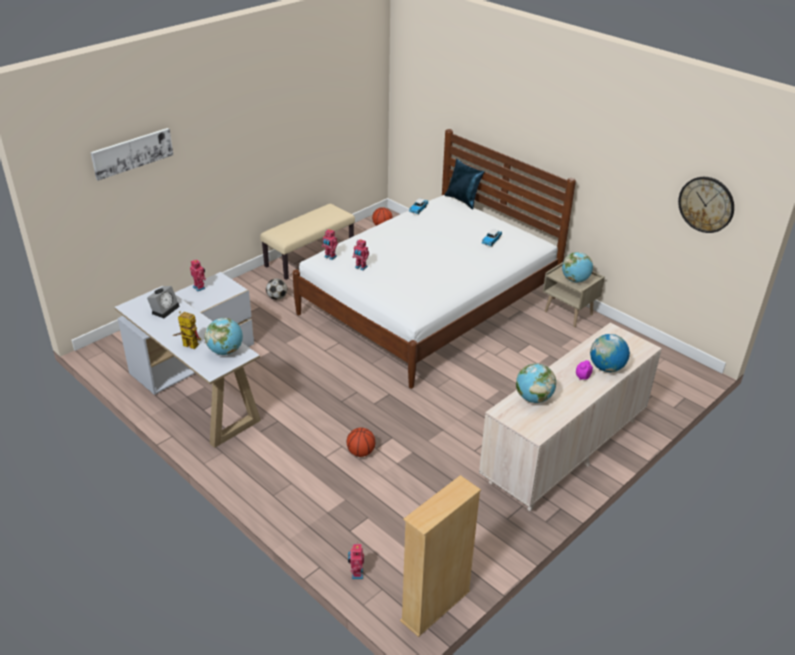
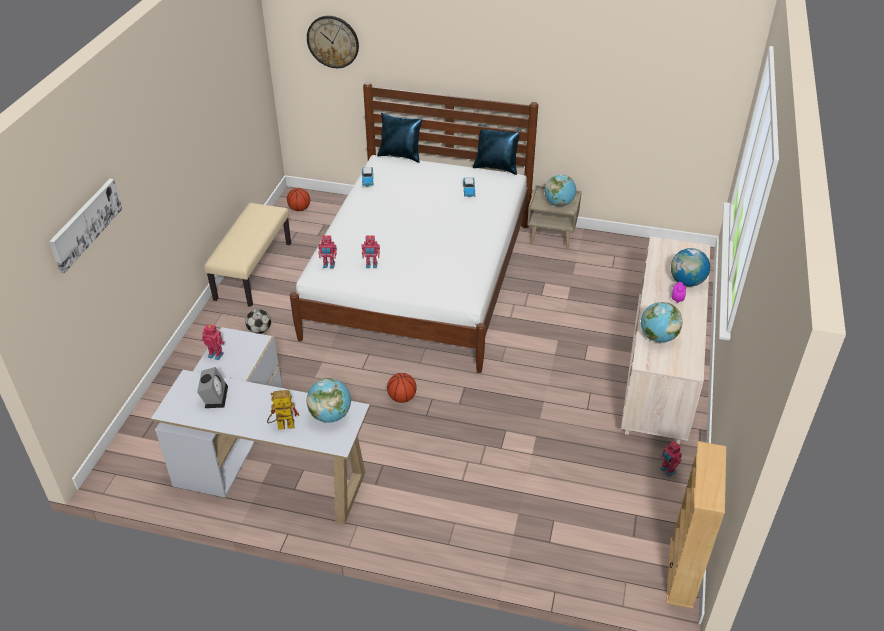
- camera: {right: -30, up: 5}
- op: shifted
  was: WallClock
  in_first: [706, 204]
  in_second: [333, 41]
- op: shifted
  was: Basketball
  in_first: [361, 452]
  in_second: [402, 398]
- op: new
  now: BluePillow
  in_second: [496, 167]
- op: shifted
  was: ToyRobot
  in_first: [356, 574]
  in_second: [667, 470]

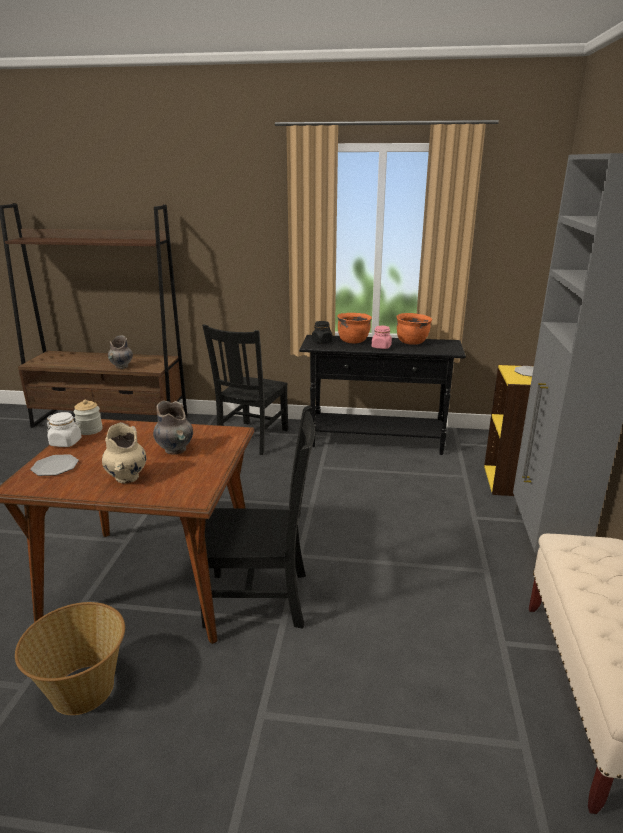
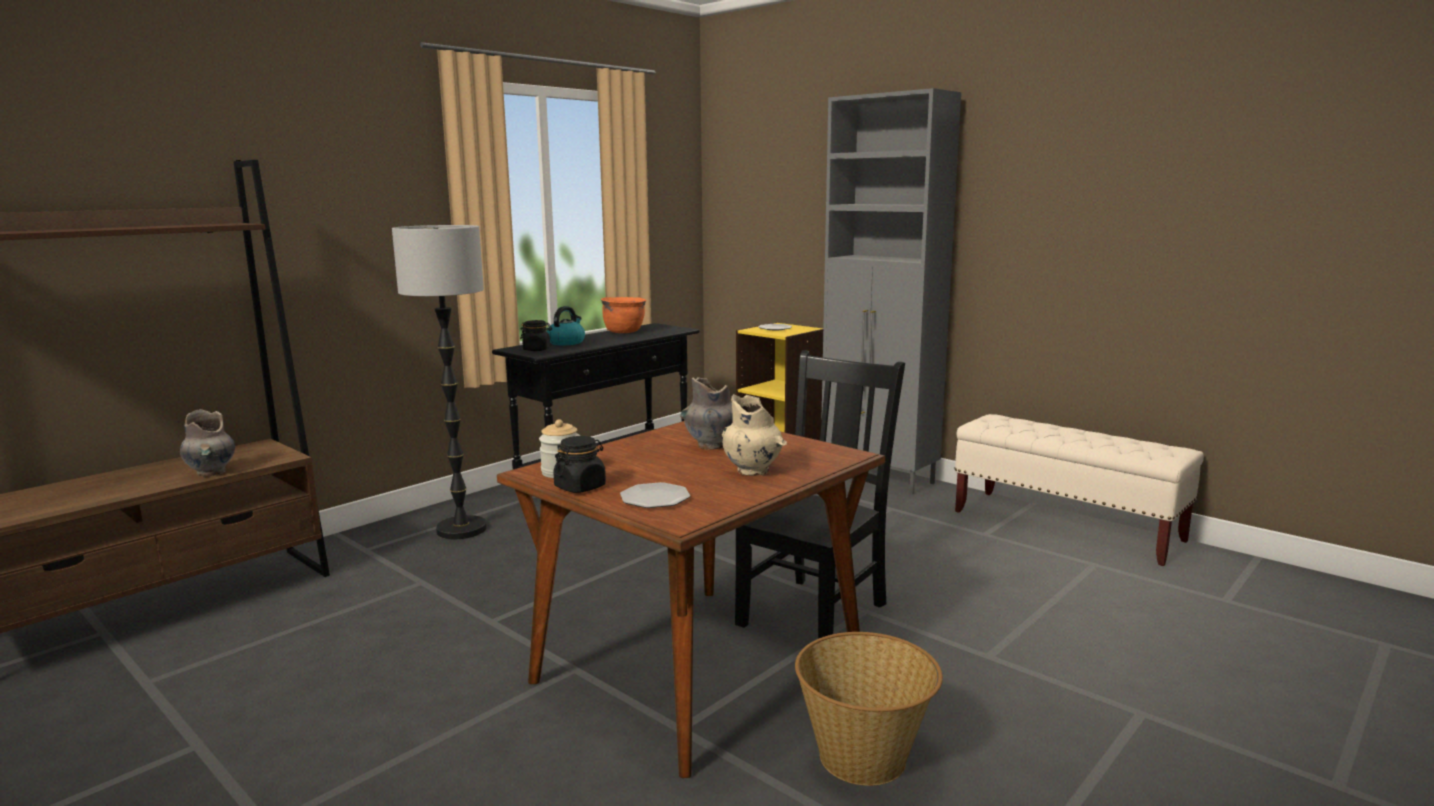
- camera: {right: -55, up: -10}
- op: swapped
  was: BlackChair
  now: FloorLamp
  in_first: [252, 439]
  in_second: [461, 530]
- op: swapped
  was: OrangeCookingPot
  now: Kettle
  in_first: [353, 341]
  in_second: [566, 342]
- op: repainted
  was: WhiteJar
  now: BlackJar
  in_first: [66, 442]
  in_second: [580, 487]
- op: gone
  was: PinkJar
  in_first: [381, 347]

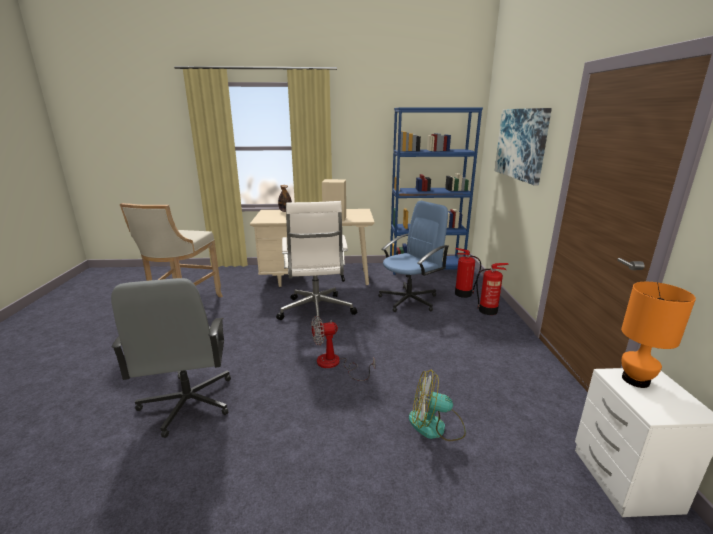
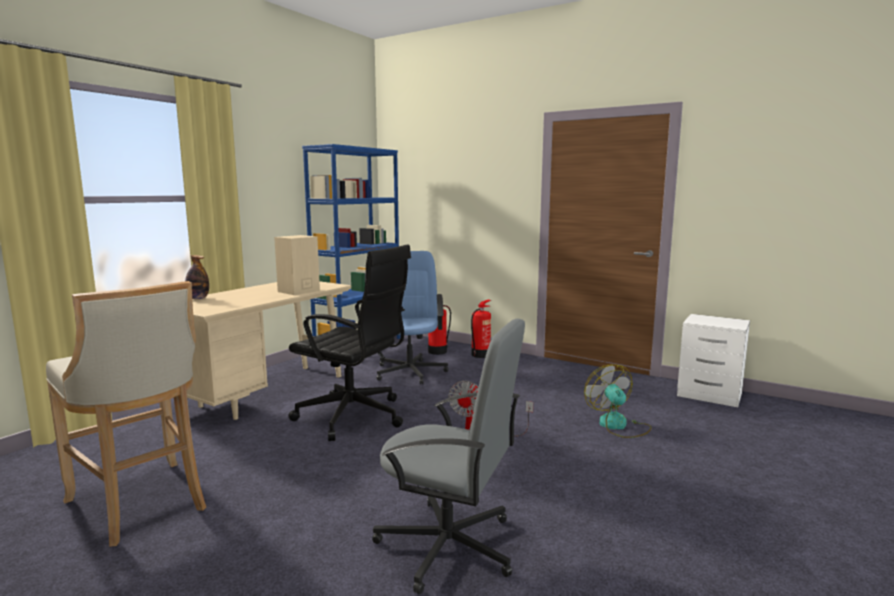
- camera: {right: -55, up: -10}
- op: repainted
  was: WhiteOfficeChair
  now: BlackOfficeChair
  in_first: [316, 312]
  in_second: [354, 417]
- op: rotated
  was: Fan
  in_first: [436, 426]
  in_second: [618, 425]
  clockwise: 120
- op: gone
  was: Picture
  in_first: [521, 144]
- op: gone
  was: OrangeTableLamp
  in_first: [635, 380]

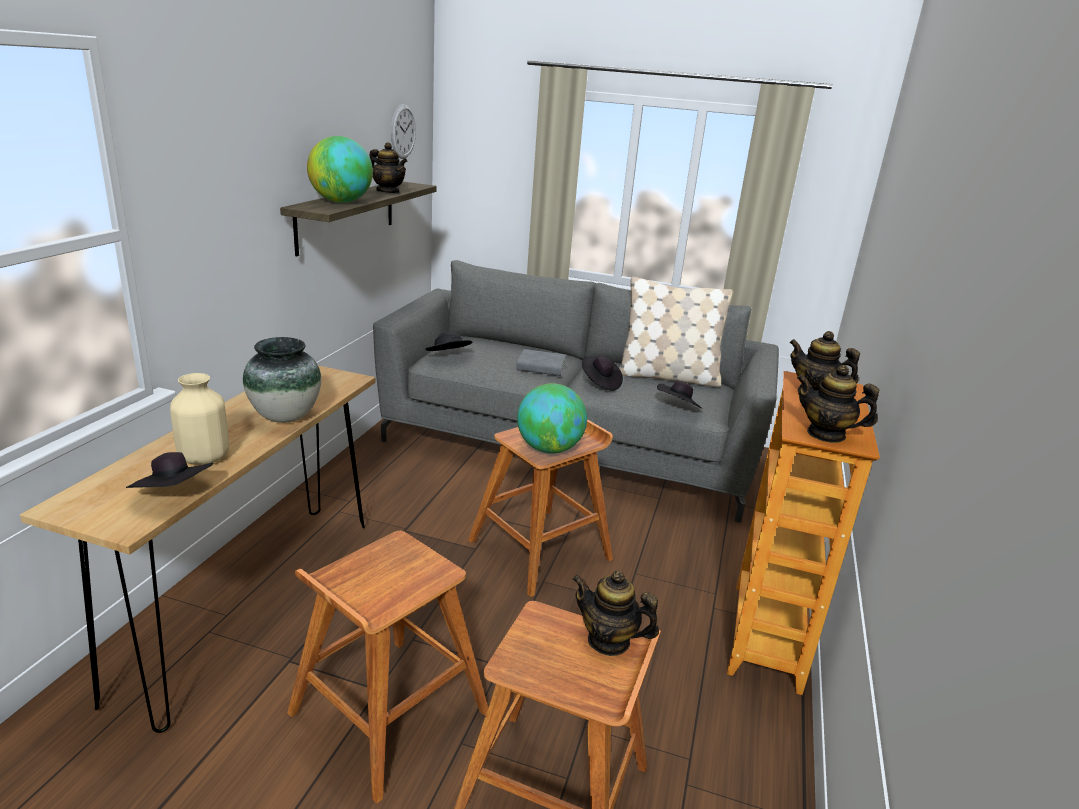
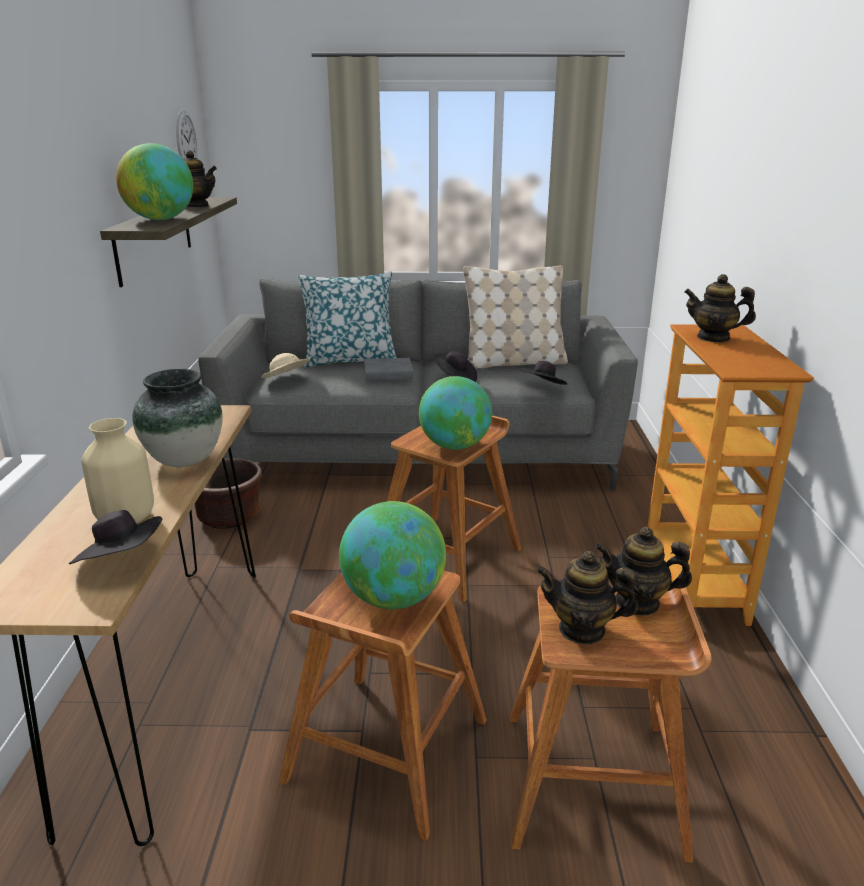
- camera: {right: -15, up: 0}
- op: new
  now: BrownPlanter
  in_second: [229, 516]
- op: repainted
  was: BlackHat
  now: BeigeHat
  in_first: [448, 357]
  in_second: [286, 380]
- op: new
  now: Pillow
  in_second: [350, 360]
- op: new
  now: Globe
  in_second: [393, 598]
- op: shifted
  was: Teapot
  in_first: [826, 434]
  in_second: [582, 629]

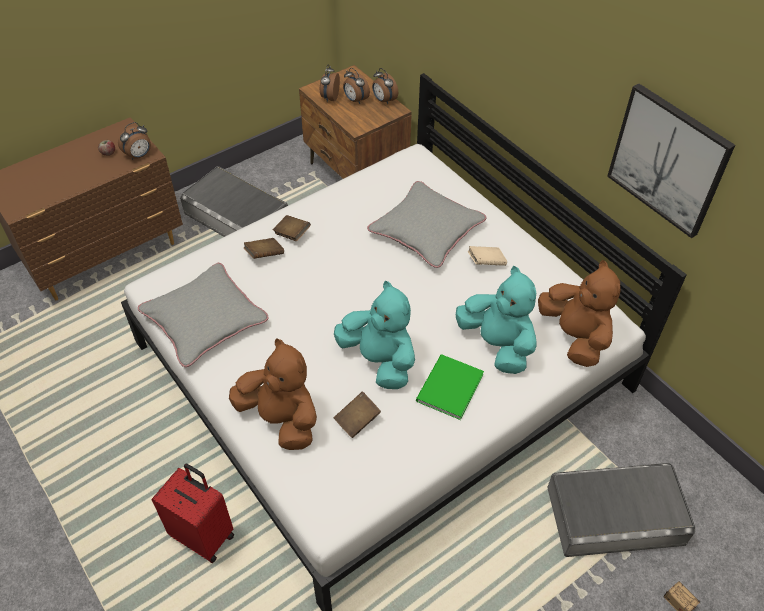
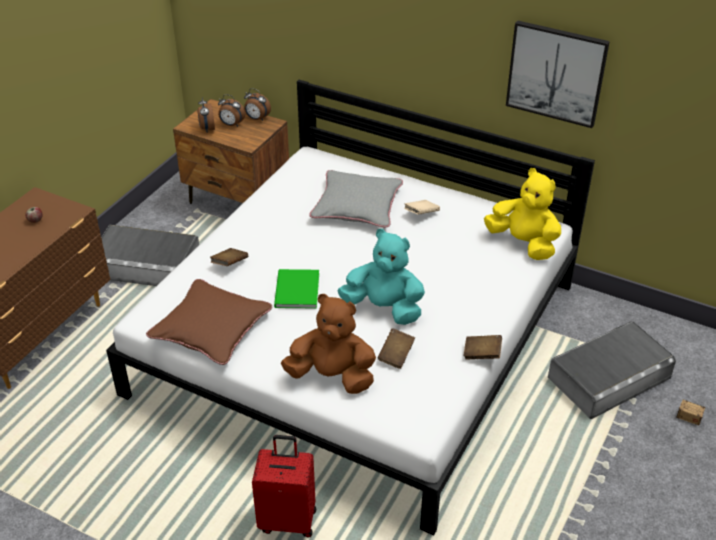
- camera: {right: -25, up: -10}
- op: repainted
  was: GreyPillow
  now: BrownPillow
  in_first: [205, 320]
  in_second: [211, 328]
- op: shifted
  was: GreenBook
  in_first: [447, 388]
  in_second: [295, 291]
- op: shifted
  was: BrownBook
  in_first: [292, 234]
  in_second: [482, 354]
- op: repainted
  was: BrownPlushToy
  now: YellowPlushToy
  in_first: [574, 336]
  in_second: [523, 243]
- op: gone
  was: AlarmClock
  in_first: [139, 156]
- op: gone
  was: TurquoisePlushToy
  in_first: [497, 344]

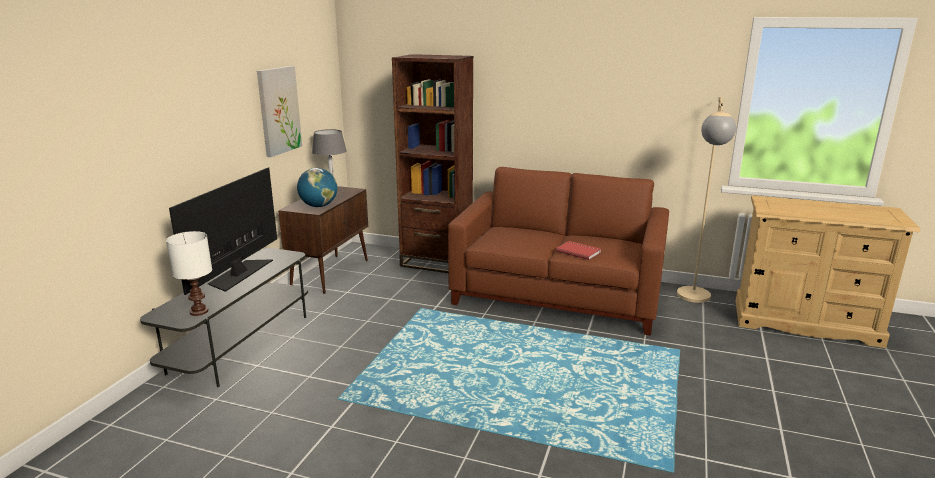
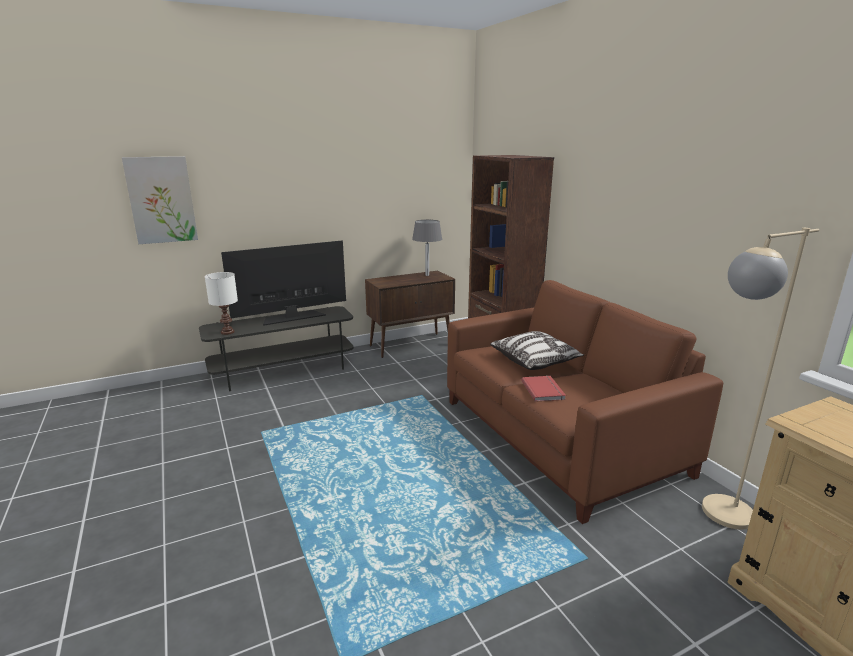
- camera: {right: 45, up: 0}
- op: shifted
  was: Picture
  in_first: [278, 110]
  in_second: [161, 200]
- op: new
  now: Pillow
  in_second: [535, 361]
- op: gone
  was: Globe
  in_first: [318, 206]

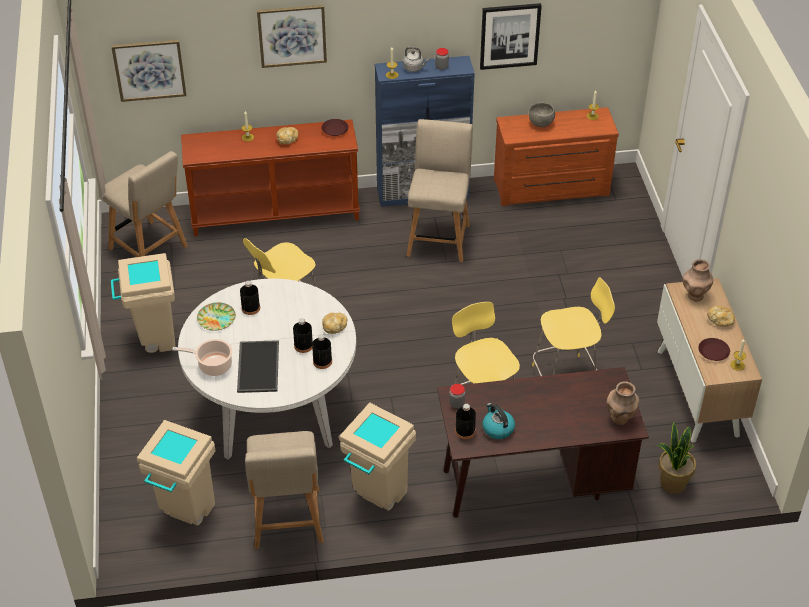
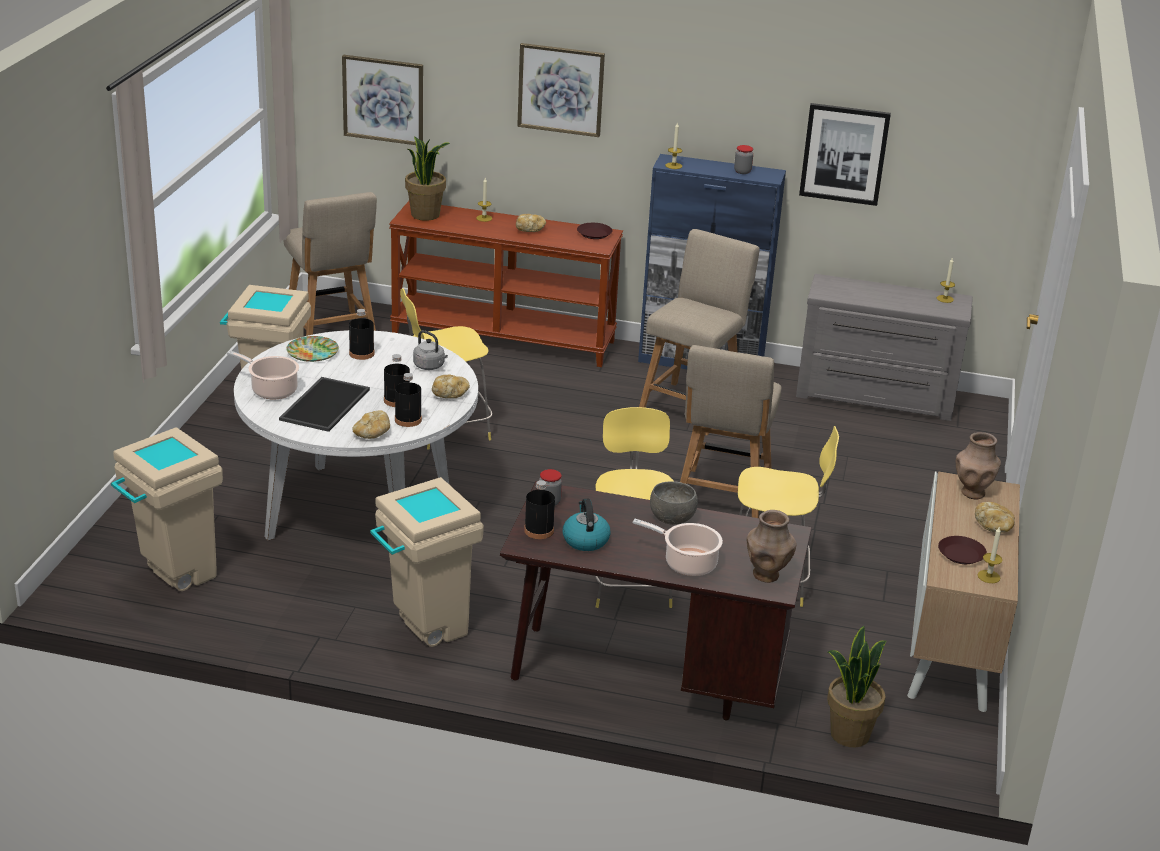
- camera: {right: 20, up: -15}
- op: new
  now: Bread
  in_second: [372, 434]
- op: new
  now: PottedPlant
  in_second: [426, 214]
- op: shifted
  was: GreyKettle
  in_first: [414, 68]
  in_second: [430, 366]
- op: new
  now: CookingPot
  in_second: [687, 563]
- op: shifted
  was: GreyBowl
  in_first: [541, 123]
  in_second: [672, 519]
- op: shifted
  was: BeigeChair
  in_first: [287, 522]
  in_second: [721, 500]
- op: repainted
  was: BrownDresser
  now: GreyDresser
  in_first: [552, 189]
  in_second: [875, 397]

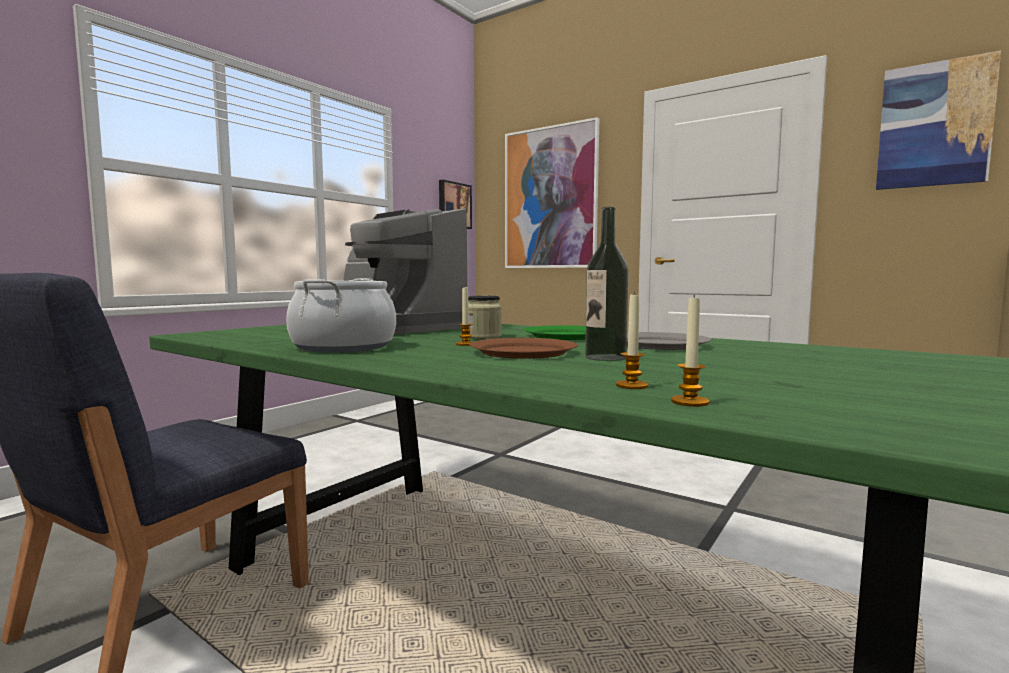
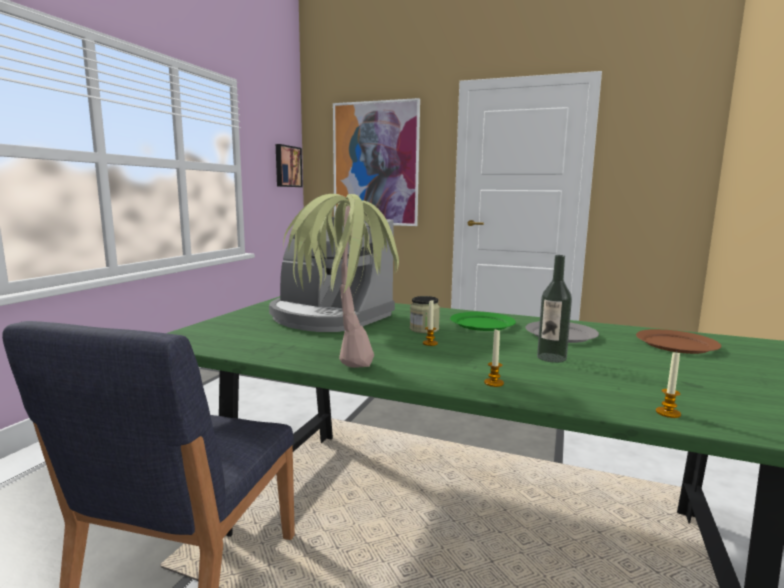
- camera: {right: -15, up: 5}
- op: swapped
  was: CookingPot
  now: PottedPlant
  in_first: [344, 347]
  in_second: [344, 354]
- op: shifted
  was: Candle
  in_first: [631, 386]
  in_second: [493, 383]
- op: shifted
  was: BrownPlate
  in_first: [523, 352]
  in_second: [676, 344]
- op: gone
  was: Picture
  in_first: [934, 125]

